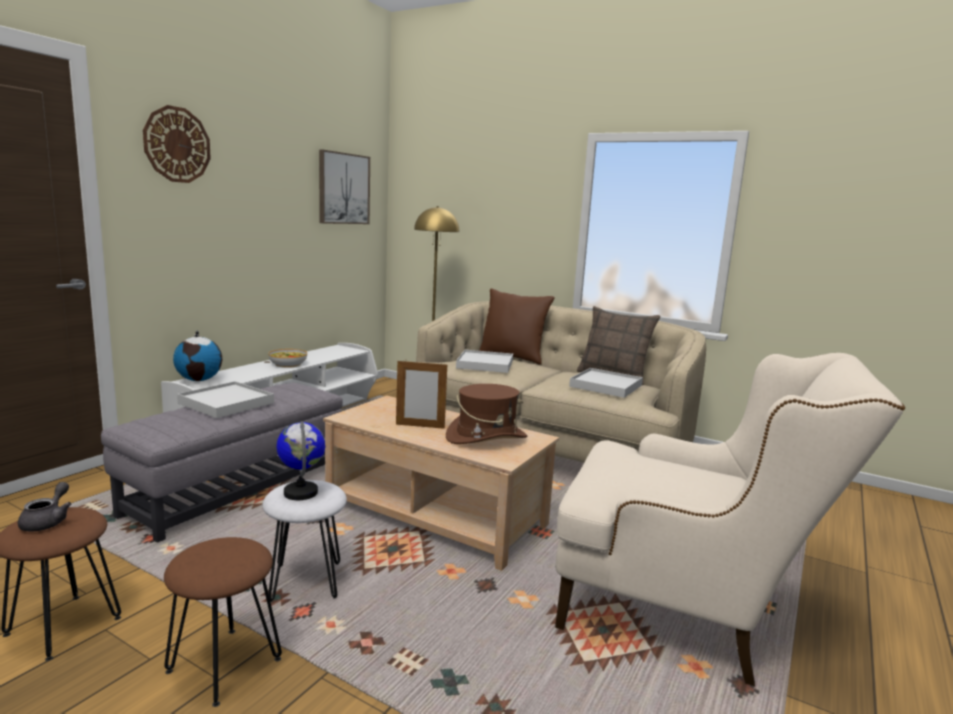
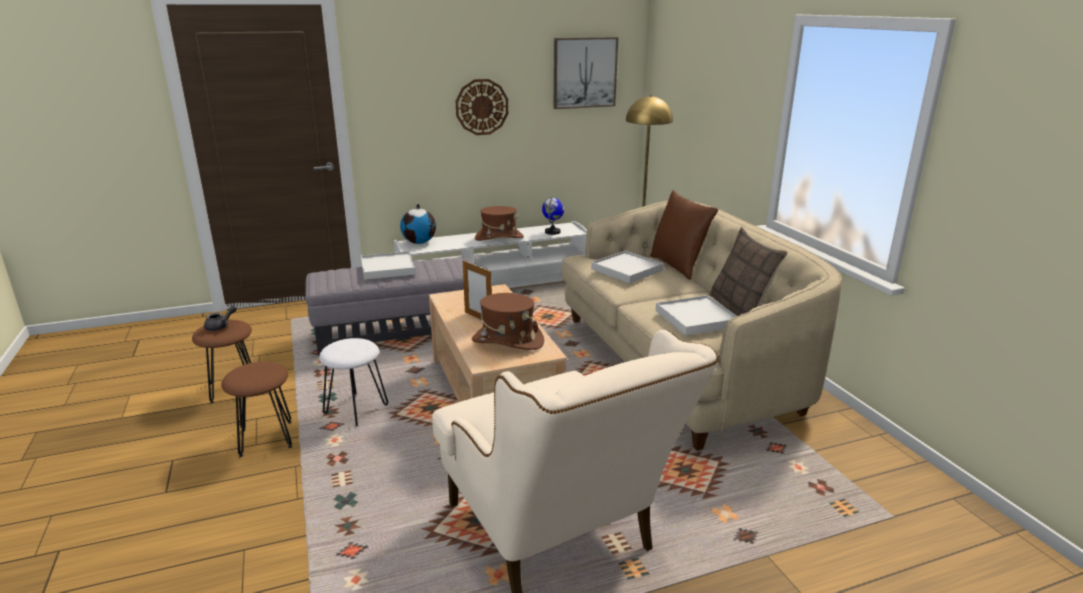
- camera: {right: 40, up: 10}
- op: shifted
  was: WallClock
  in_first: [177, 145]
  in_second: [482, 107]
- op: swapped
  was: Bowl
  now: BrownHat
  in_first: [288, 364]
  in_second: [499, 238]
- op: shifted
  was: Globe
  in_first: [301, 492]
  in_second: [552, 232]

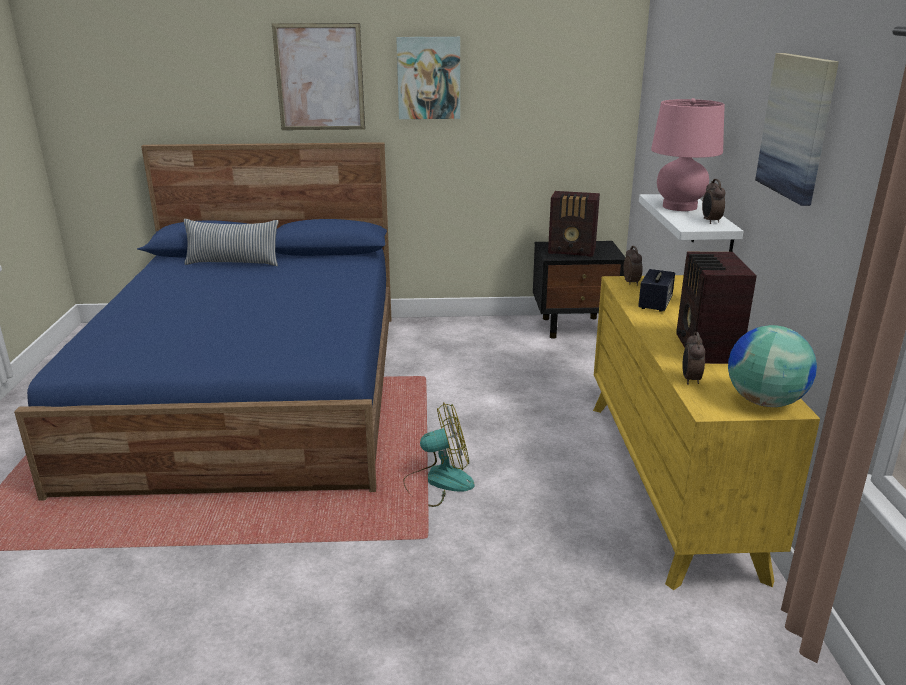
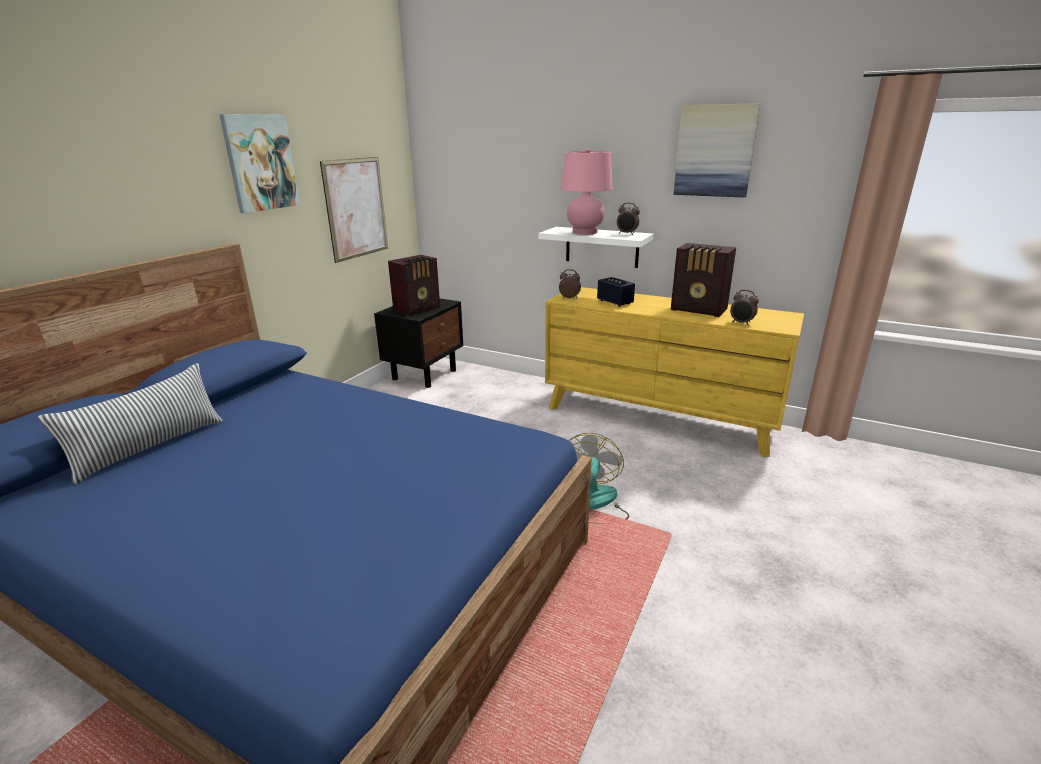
- camera: {right: -60, up: 0}
- op: shifted
  was: Picture
  in_first: [319, 77]
  in_second: [356, 208]
- op: gone
  was: Globe
  in_first: [764, 401]

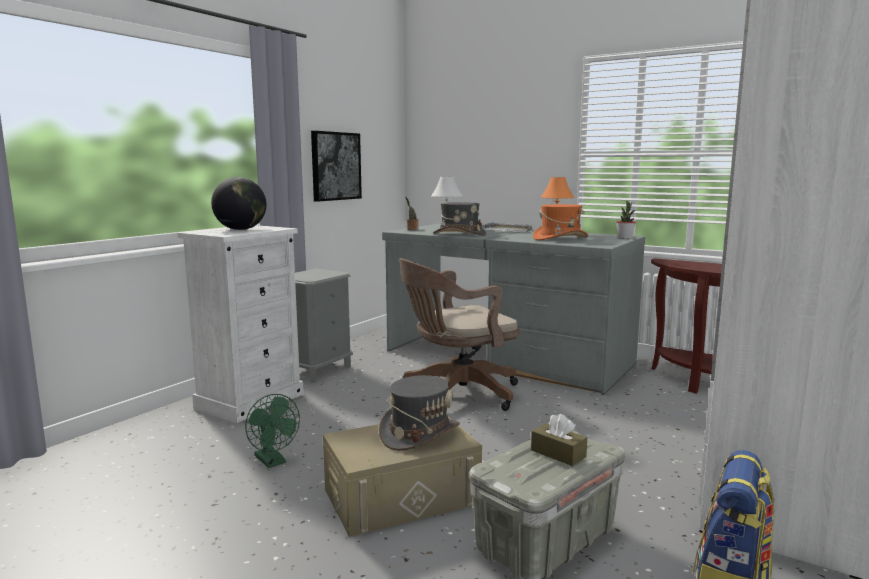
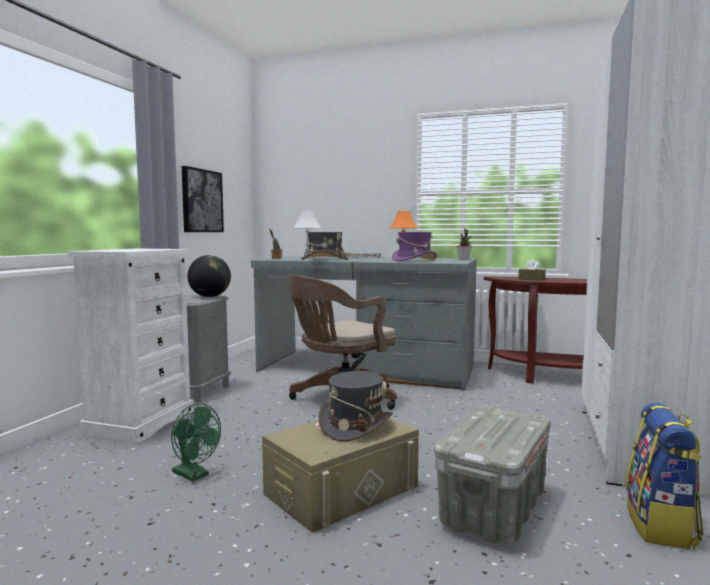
- camera: {right: -15, up: -5}
- op: shifted
  was: Globe
  in_first: [240, 229]
  in_second: [210, 296]
- op: repainted
  was: OrangeHat
  now: PurpleHat
  in_first: [560, 238]
  in_second: [414, 260]
- op: shifted
  was: BrownTissueBox
  in_first: [558, 453]
  in_second: [531, 279]

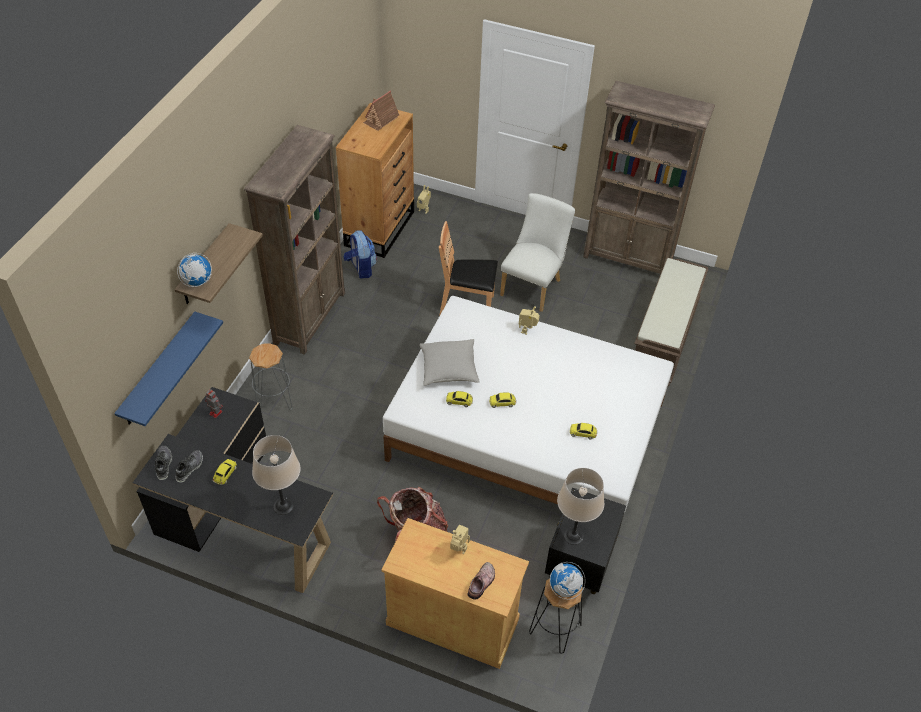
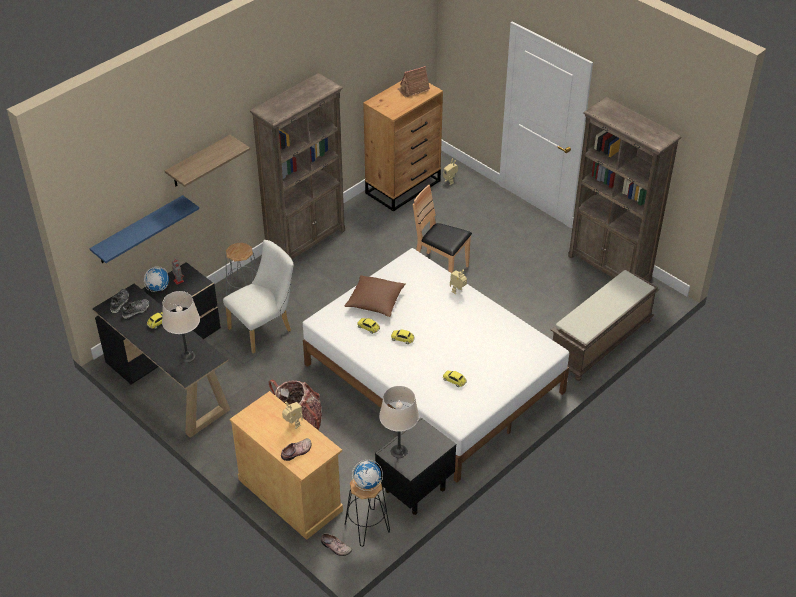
- camera: {right: 25, up: -5}
- op: shifted
  was: Globe
  in_first: [197, 281]
  in_second: [158, 288]
- op: shifted
  was: WhiteChair
  in_first: [533, 285]
  in_second: [264, 328]
- op: new
  now: Shoe
  in_second: [335, 547]
- op: repainted
  was: GreyPillow
  now: BrownPillow
  in_first: [449, 369]
  in_second: [375, 301]
- op: gone
  was: Backpack
  in_first: [361, 268]

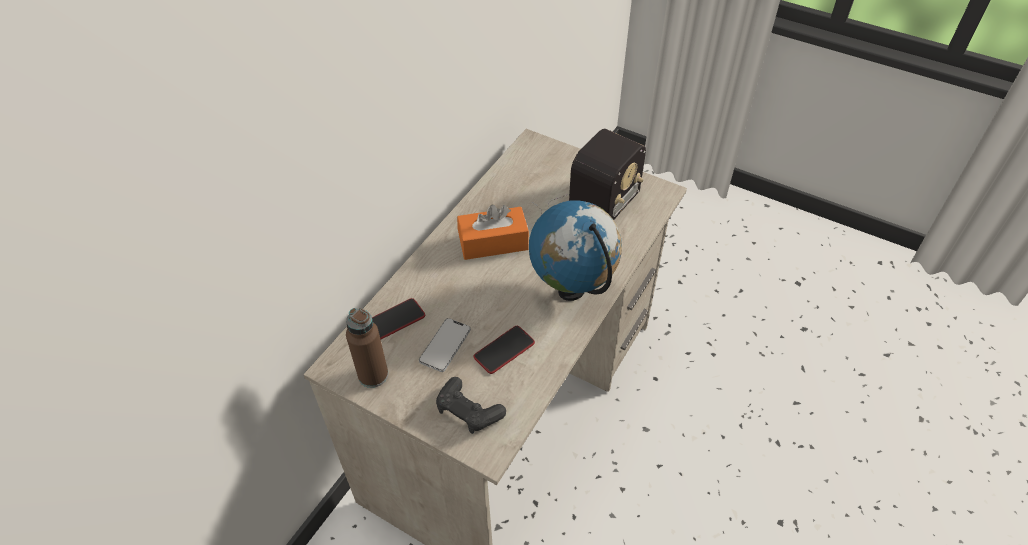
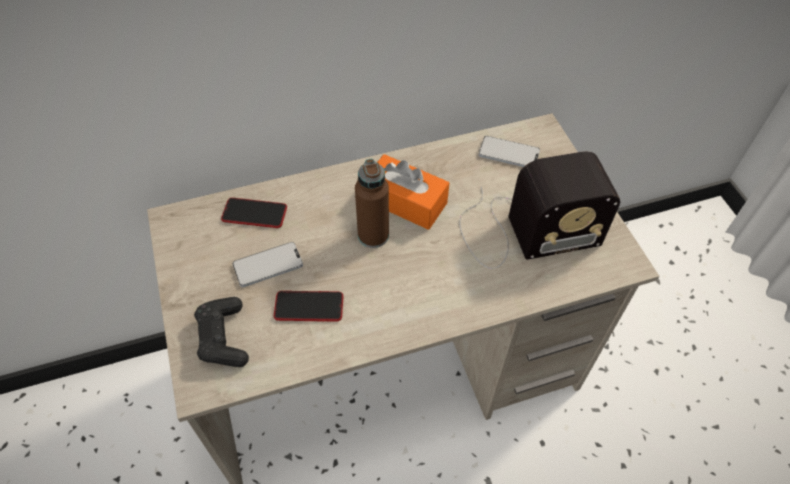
- camera: {right: 40, up: 5}
- op: shifted
  was: BrownBottle
  in_first: [373, 375]
  in_second: [373, 235]
- op: new
  now: Phone
  in_second: [508, 153]
- op: gone
  was: Globe
  in_first: [572, 290]

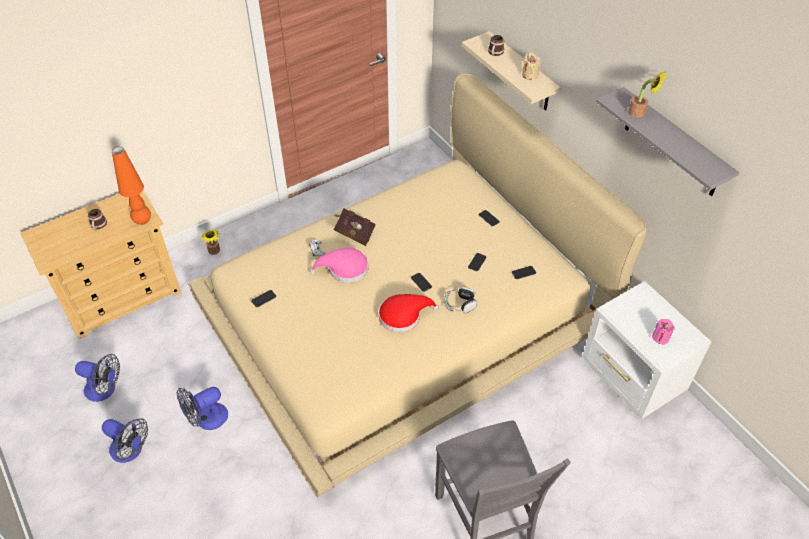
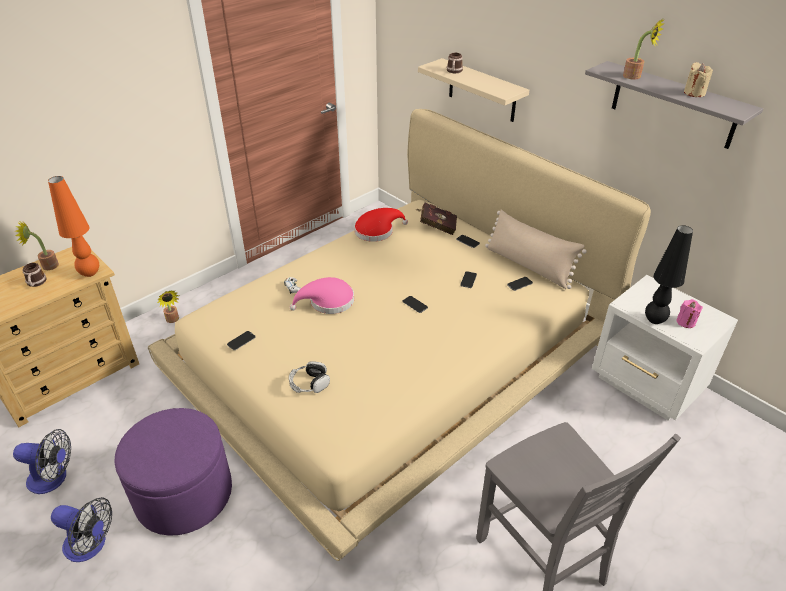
- camera: {right: -10, up: -10}
- op: new
  now: PottedPlant
  in_second: [46, 265]
- op: swapped
  was: Fan
  now: PurpleOttoman
  in_first: [206, 419]
  in_second: [184, 494]
- op: shifted
  was: Headphones
  in_first: [460, 304]
  in_second: [309, 383]
- op: shifted
  was: RedHat
  in_first: [403, 315]
  in_second: [377, 231]
- op: shifted
  was: RedBook
  in_first: [353, 233]
  in_second: [436, 227]
- op: new
  now: BeigePillow
  in_second: [528, 266]
- op: new
  now: BlackTableLamp
  in_second: [654, 320]
- op: shifted
  was: BeigeCandle
  in_first: [530, 75]
  in_second: [694, 93]

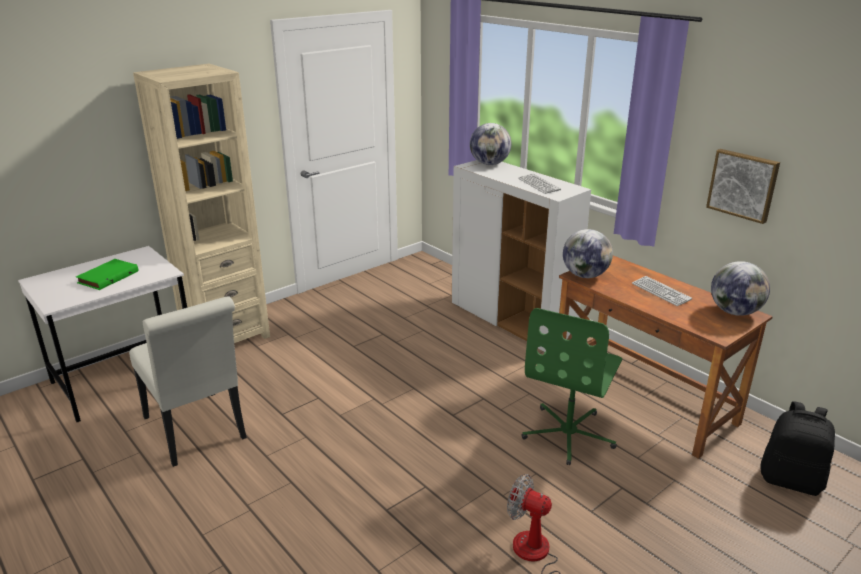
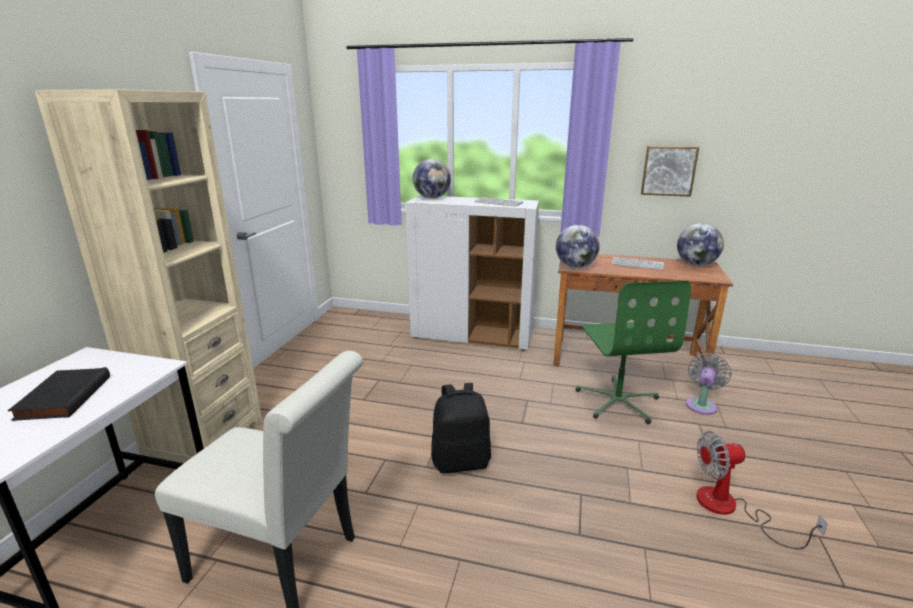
- camera: {right: -35, up: -5}
- op: repainted
  was: GreenBook
  now: BlackBook
  in_first: [107, 277]
  in_second: [63, 397]
- op: shifted
  was: BlackBackpack
  in_first: [791, 480]
  in_second: [461, 461]
- op: new
  now: GreyFan
  in_second: [701, 404]

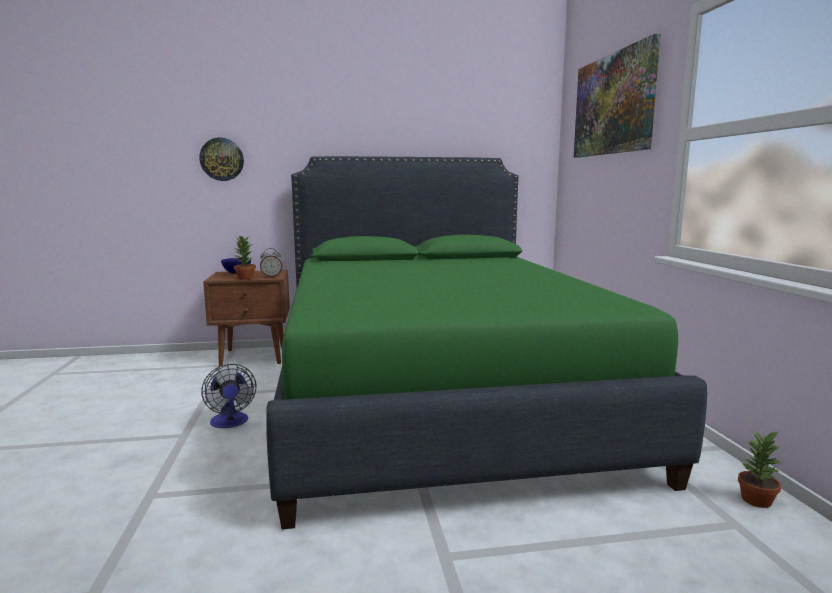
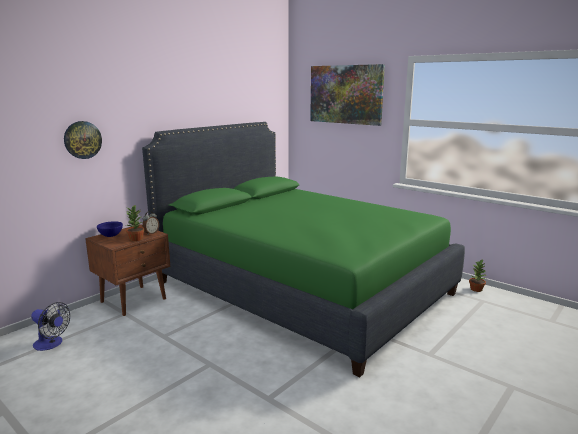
- camera: {right: -40, up: 5}
- op: shifted
  was: Fan
  in_first: [230, 423]
  in_second: [51, 344]

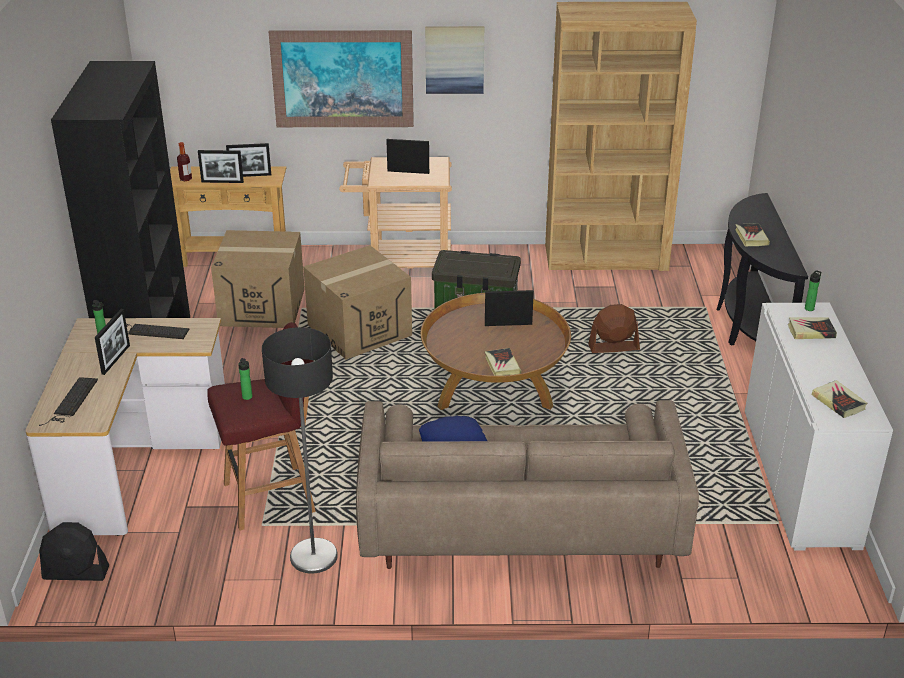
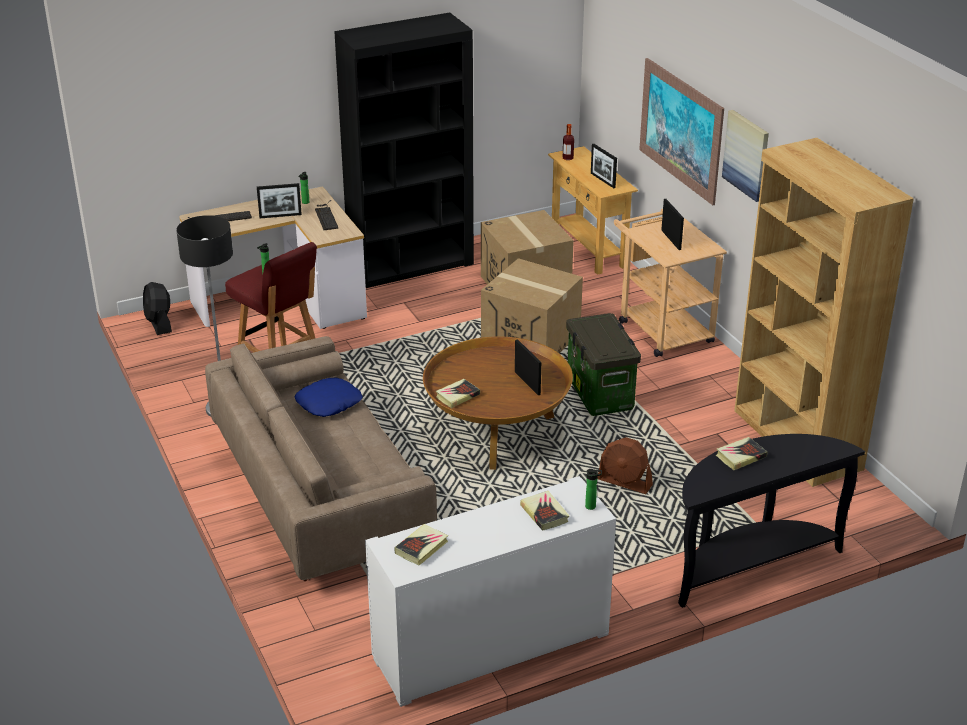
- camera: {right: 65, up: 0}
- op: rotated
  was: BrownFan
  in_first: [613, 347]
  in_second: [624, 483]
  clockwise: 150
- op: gone
  was: PictureFrame
  in_first: [222, 182]

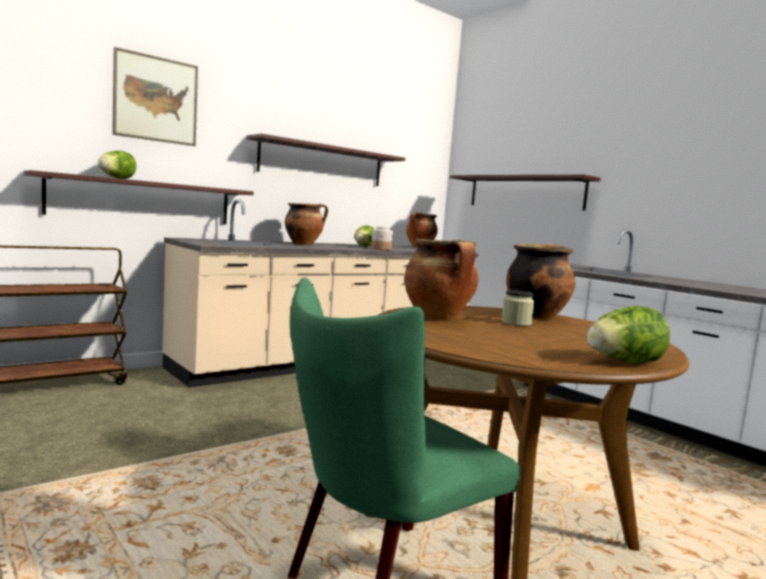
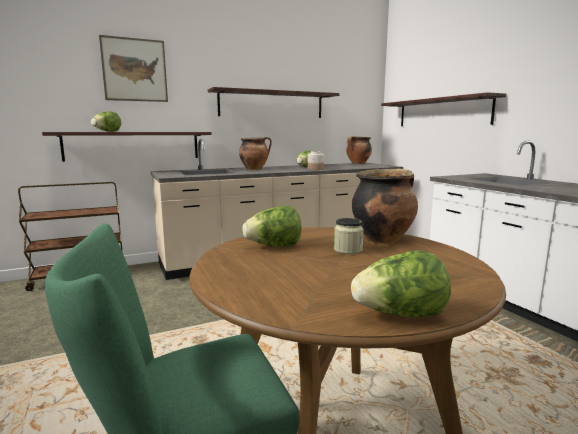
- camera: {right: 15, up: 5}
- op: swapped
  was: CookingPot
  now: Lettuce
  in_first: [439, 318]
  in_second: [274, 246]

